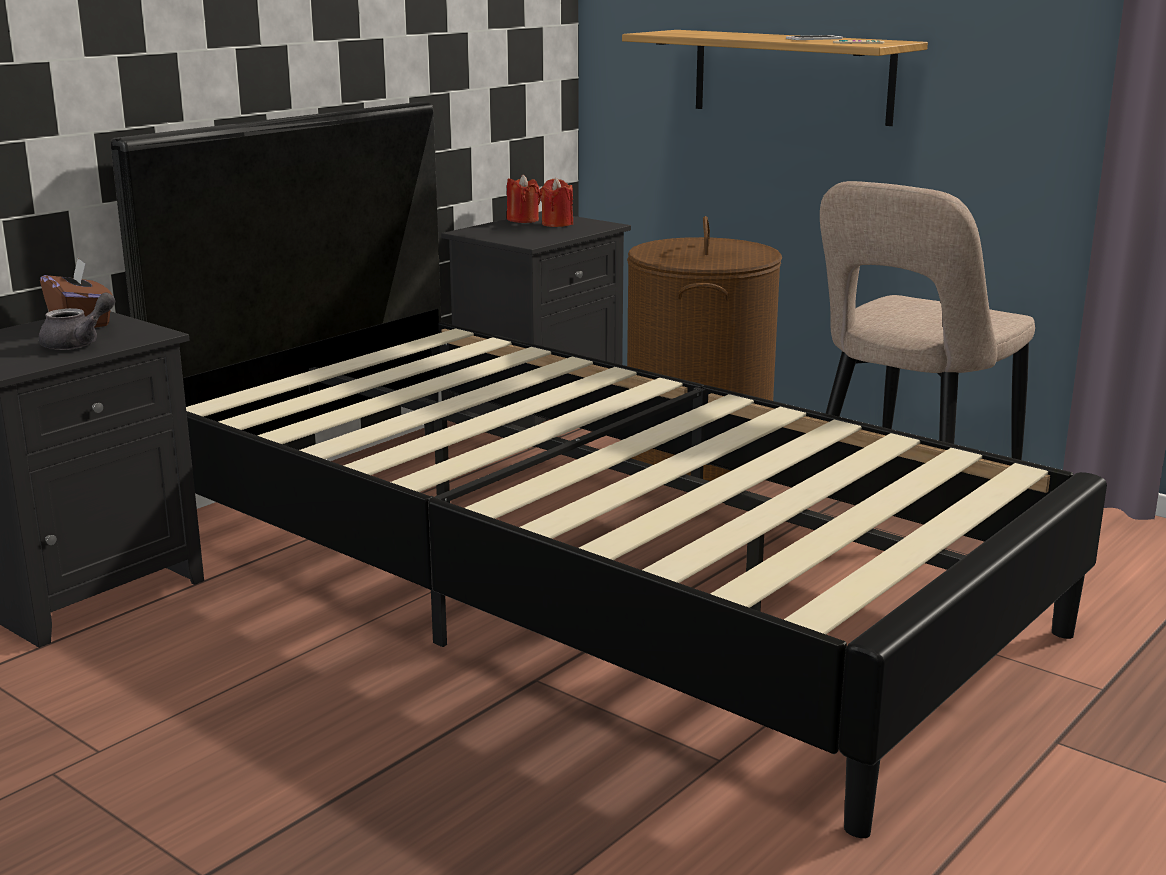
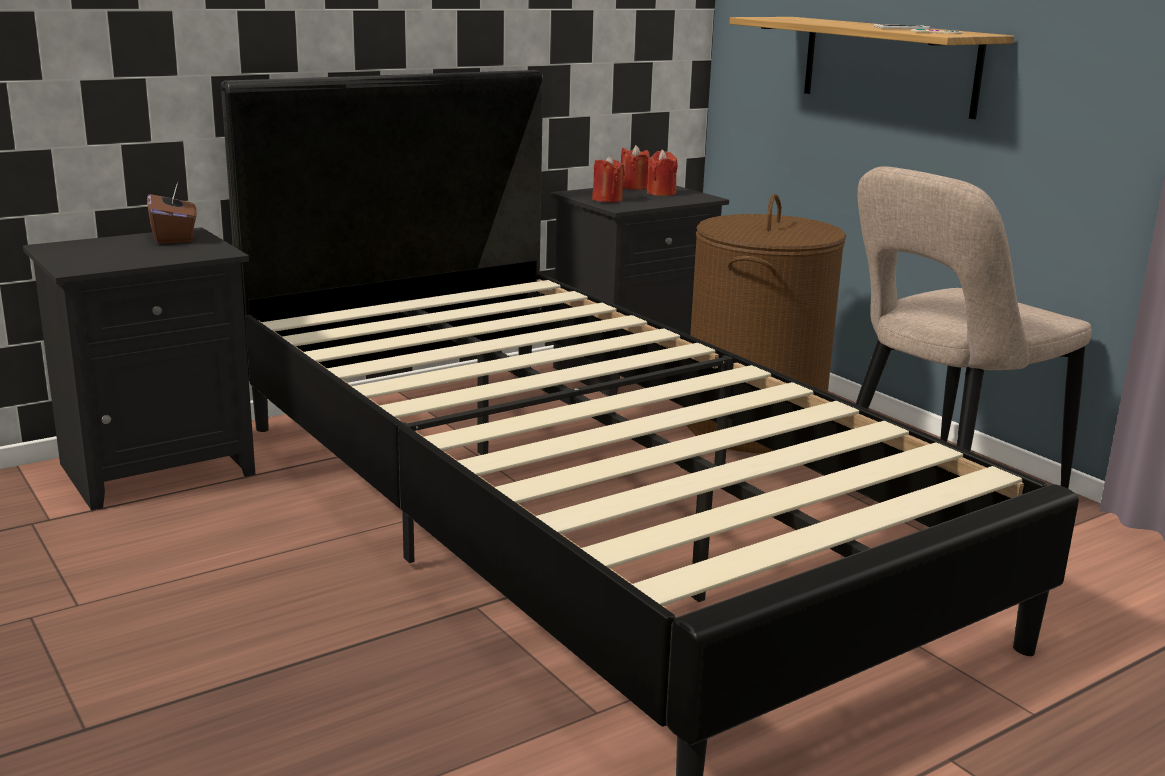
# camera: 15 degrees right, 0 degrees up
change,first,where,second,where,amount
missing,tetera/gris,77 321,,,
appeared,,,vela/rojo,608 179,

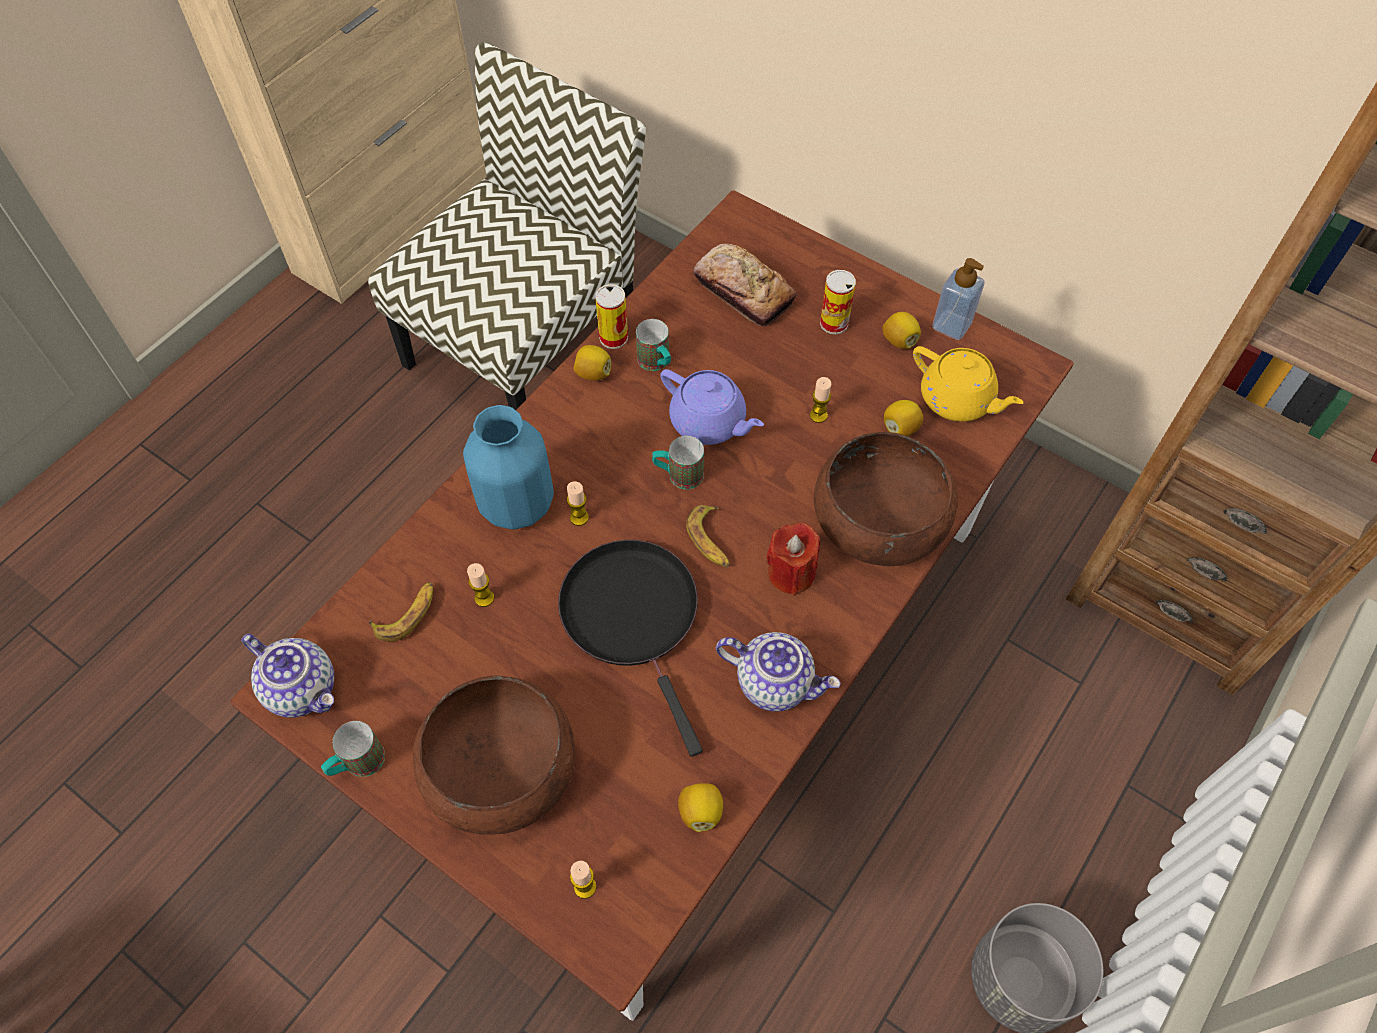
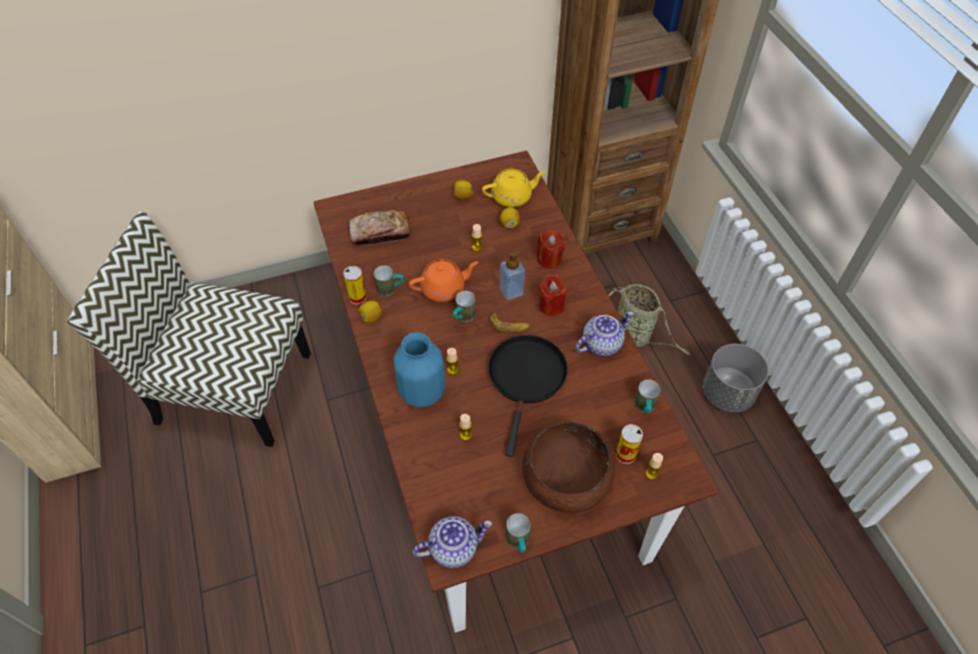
# camera: 55 degrees left, 5 degrees down
change,first,where,second,where,amount
spun,silla,507 226,,189 329,60 degrees counterclockwise
relocated,dispensador de jabón,958 299,,512 275,
relocated,lata,838 302,,629 444,
colour,tetera/morado,712 407,tetera/naranja,443 280,
exchanged,cuenco/marrón,886 499,vela/rojo,551 248,
spun,sartén/negro,630 648,,528 396,90 degrees clockwise
missing,plátano,401 612,,,
exchanged,limón,700 807,taza grande,647 396,
appeared,,,cesta,649 319,

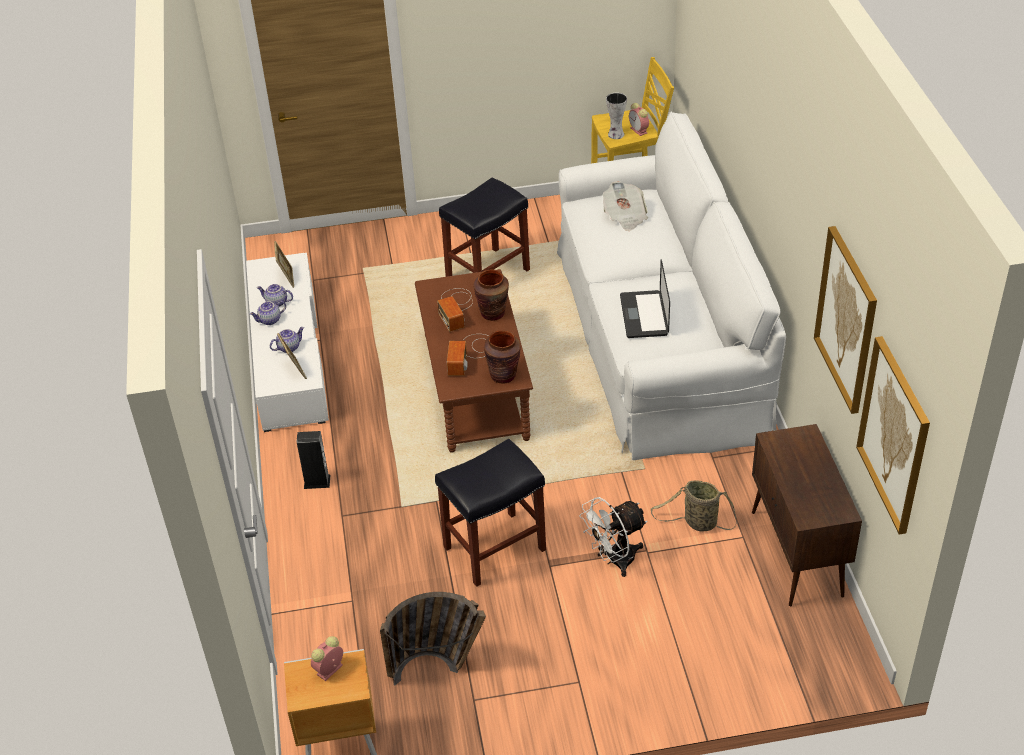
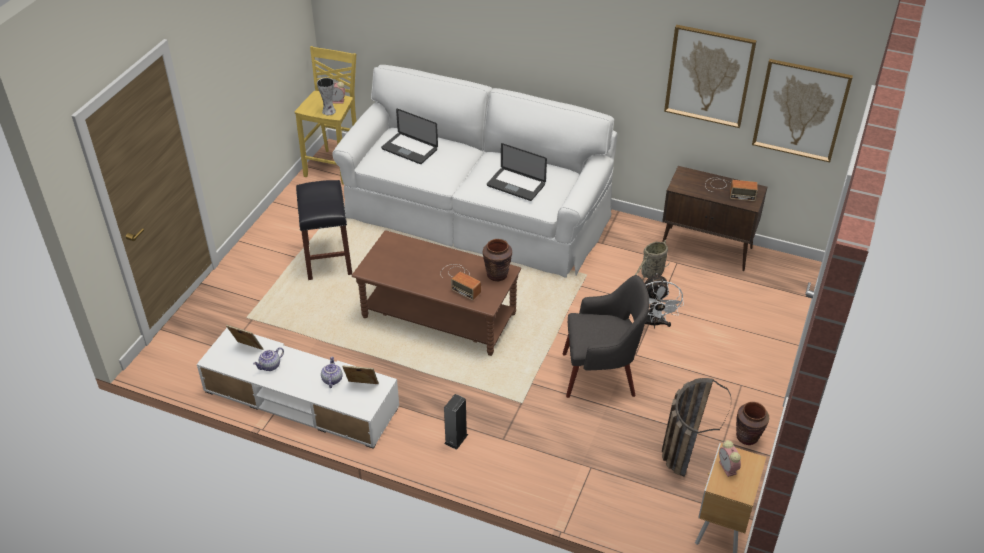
# camera: 60 degrees left, 0 degrees up
change,first,where,second,where,amount
exchanged,periódico,625 206,portátil,409 136,
relocated,florero/marrón,491 295,,752 423,
relocated,radio,455 310,,731 189,
missing,tetera,268 313,,,
exchanged,taburete/negro,490 513,sillón/gris,606 336,

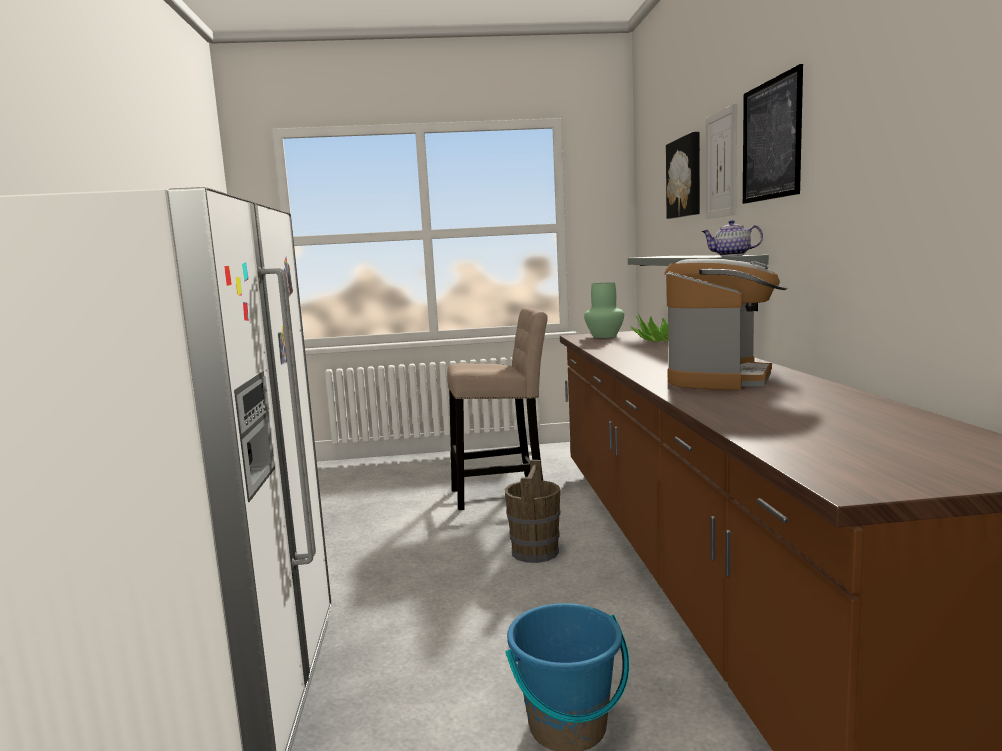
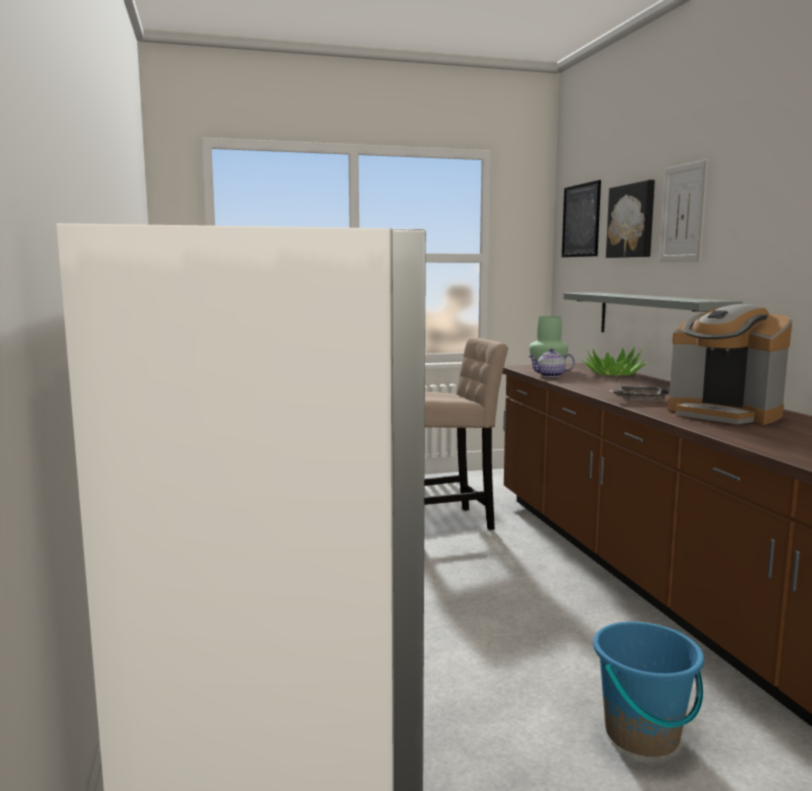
# camera: 10 degrees left, 0 degrees up
change,first,where,second,where,amount
relocated,cuadro,773 134,,581 218,
relocated,tetera,732 238,,552 363,
spun,cafetera,725 324,,730 364,120 degrees clockwise
missing,cubo/marrón,532 511,,,
appeared,,,bandeja/gris,639 393,

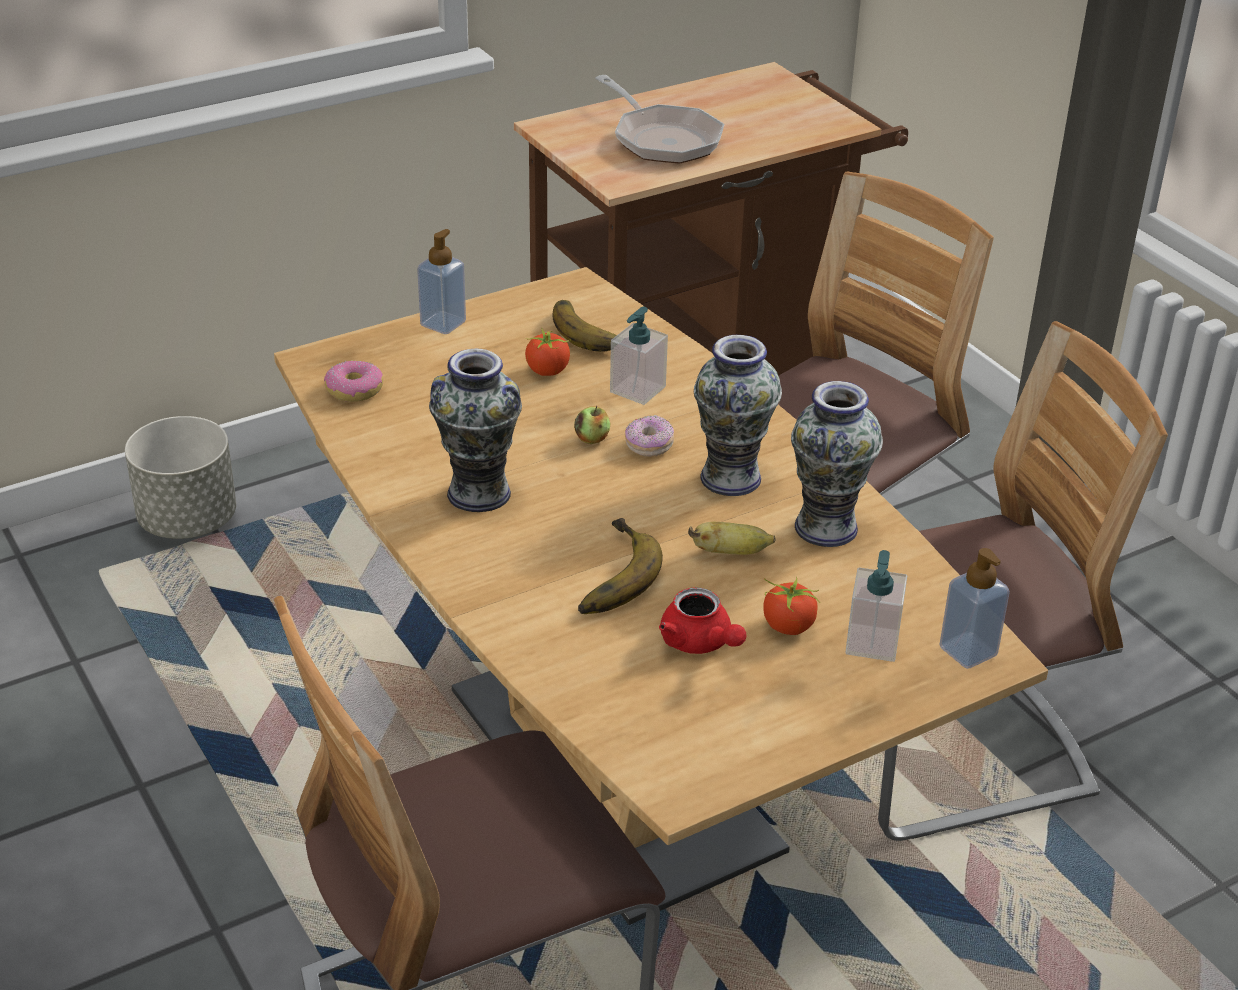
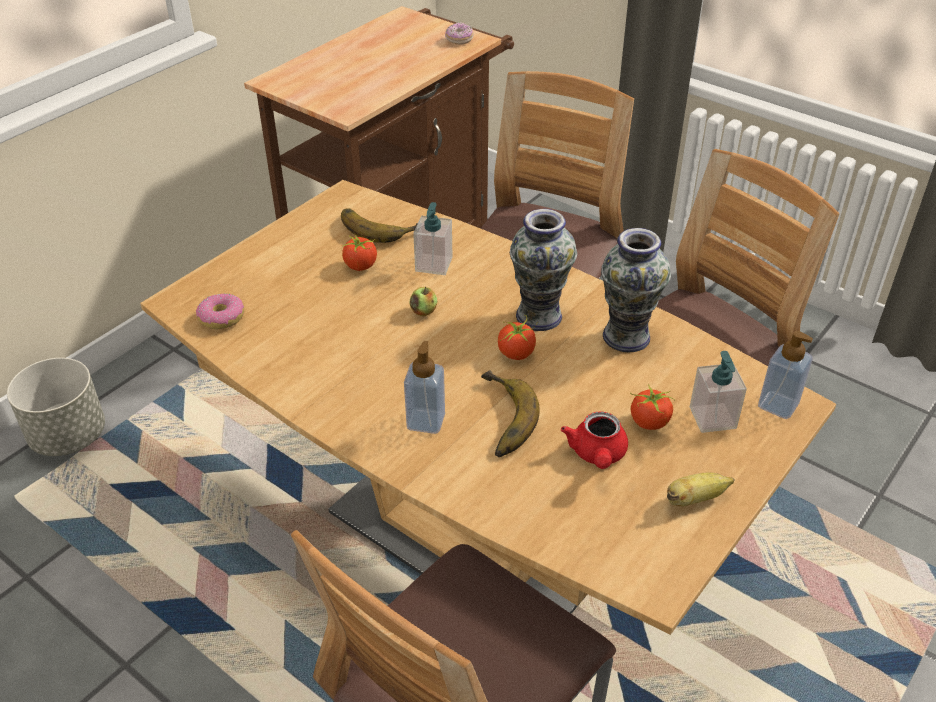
# camera: 20 degrees left, 5 degrees up
change,first,where,second,where,amount
missing,sartén,659 119,,,
relocated,dispensador de jabón,441 281,,424 387,
missing,florero,475 430,,,
relocated,rosquilla,649 436,,459 33,
relocated,plátano,732 538,,701 489,
spun,tetera/rojo,702 621,,594 440,60 degrees clockwise
appeared,,,tomate,518 337,

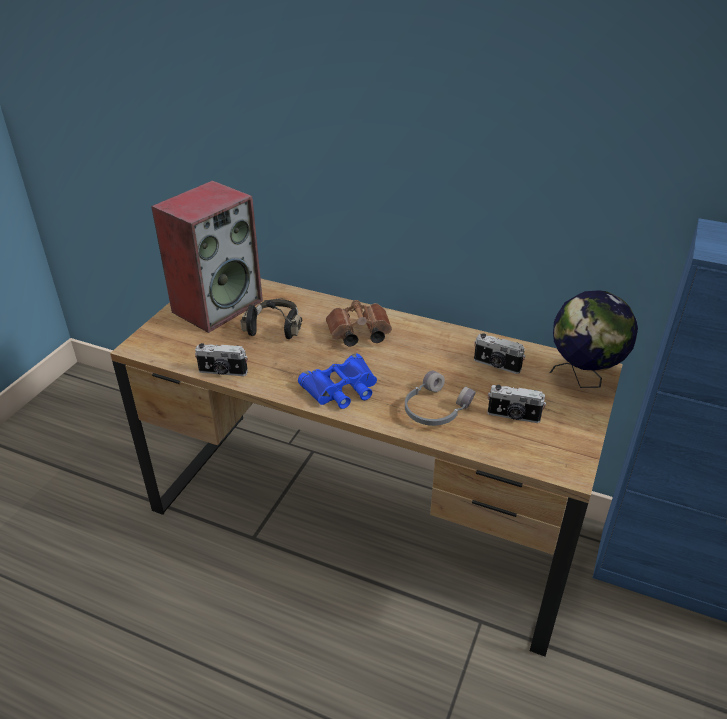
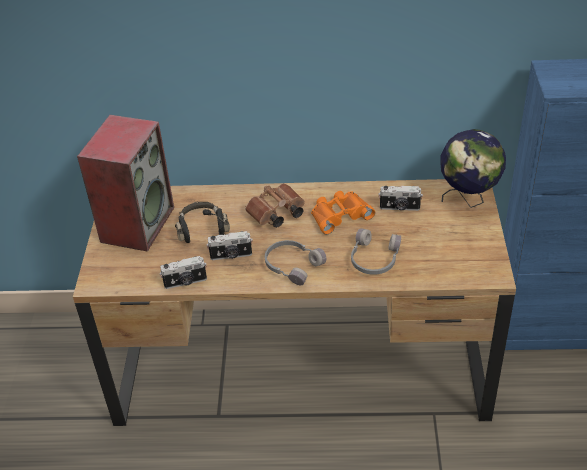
# camera: 20 degrees left, 5 degrees up
change,first,where,second,where,amount
exchanged,prismáticos/azul,337 381,auriculares/gris,295 262,
relocated,cámara,517 404,,230 245,
appeared,,,prismáticos/naranja,343 213,

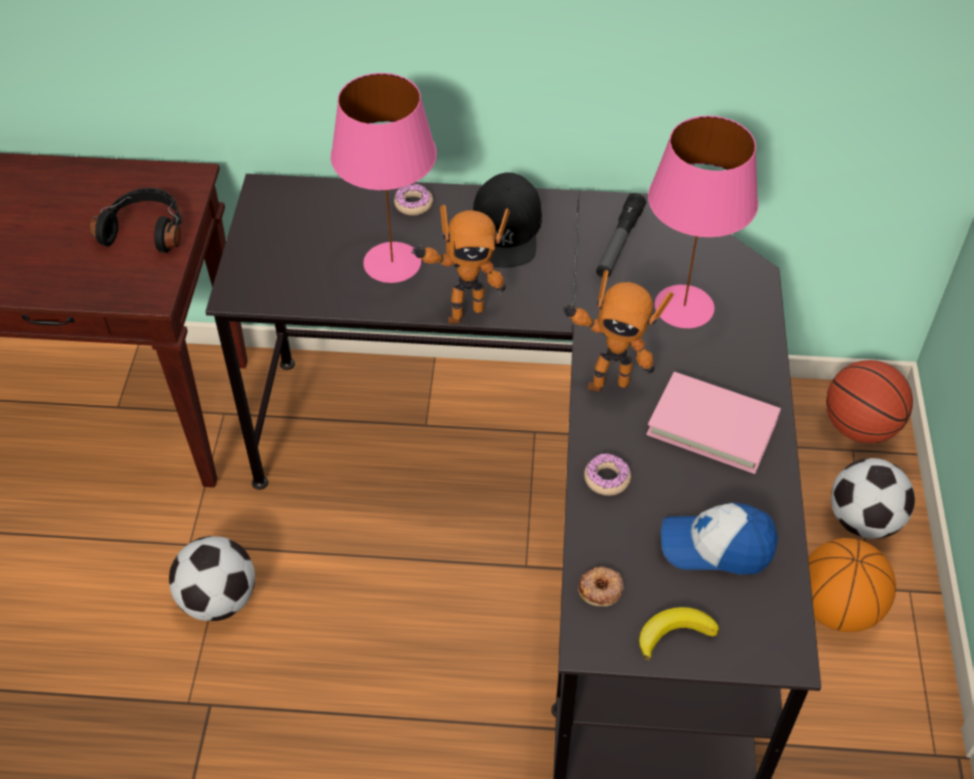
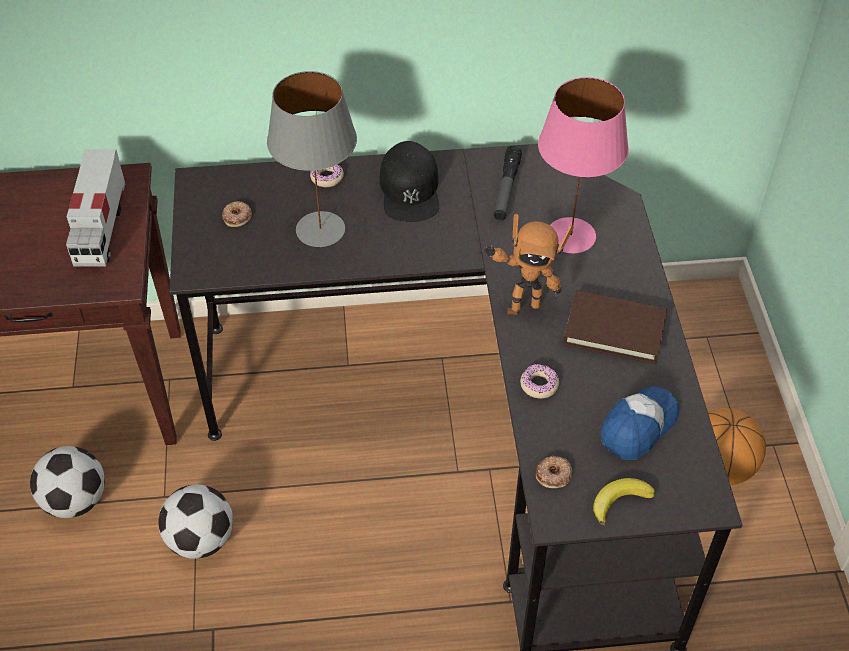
# camera: 10 degrees left, 0 degrees up
change,first,where,second,where,amount
colour,lámpara de mesa/rosa,384 178,lámpara de mesa/gris,312 159,
exchanged,auriculares/negro,135 220,camión de juguete,95 208,
missing,robot de juguete,460 264,,,
missing,balón de baloncesto,869 401,,,
colour,libro/rosa,713 423,libro/marrón,615 327,
relocated,balón de fútbol,873 498,,67 482,
spun,gorra,719 539,,640 423,135 degrees clockwise
appeared,,,rosquilla,237 214,

